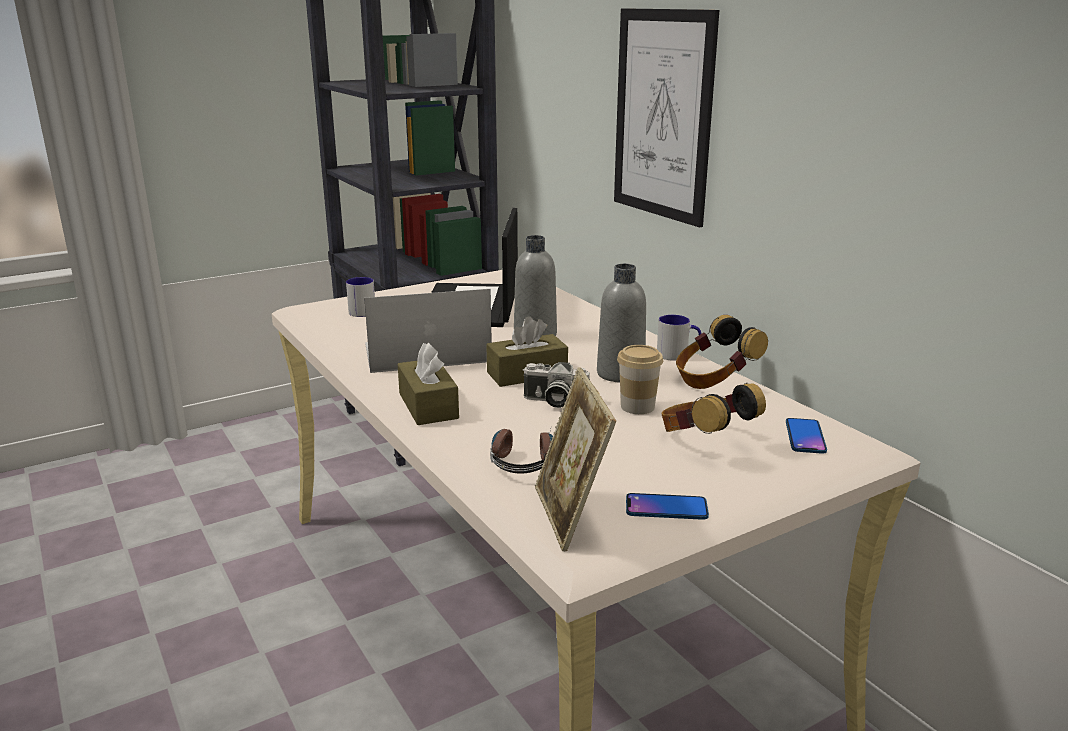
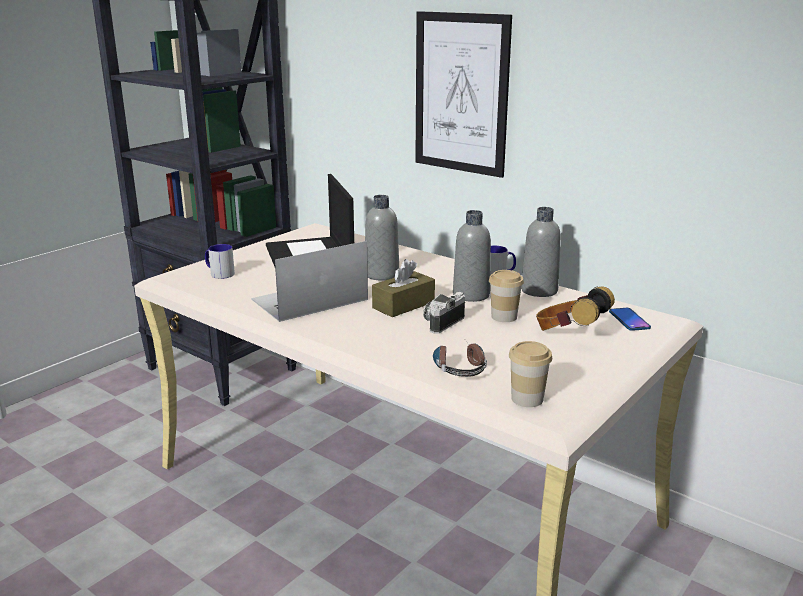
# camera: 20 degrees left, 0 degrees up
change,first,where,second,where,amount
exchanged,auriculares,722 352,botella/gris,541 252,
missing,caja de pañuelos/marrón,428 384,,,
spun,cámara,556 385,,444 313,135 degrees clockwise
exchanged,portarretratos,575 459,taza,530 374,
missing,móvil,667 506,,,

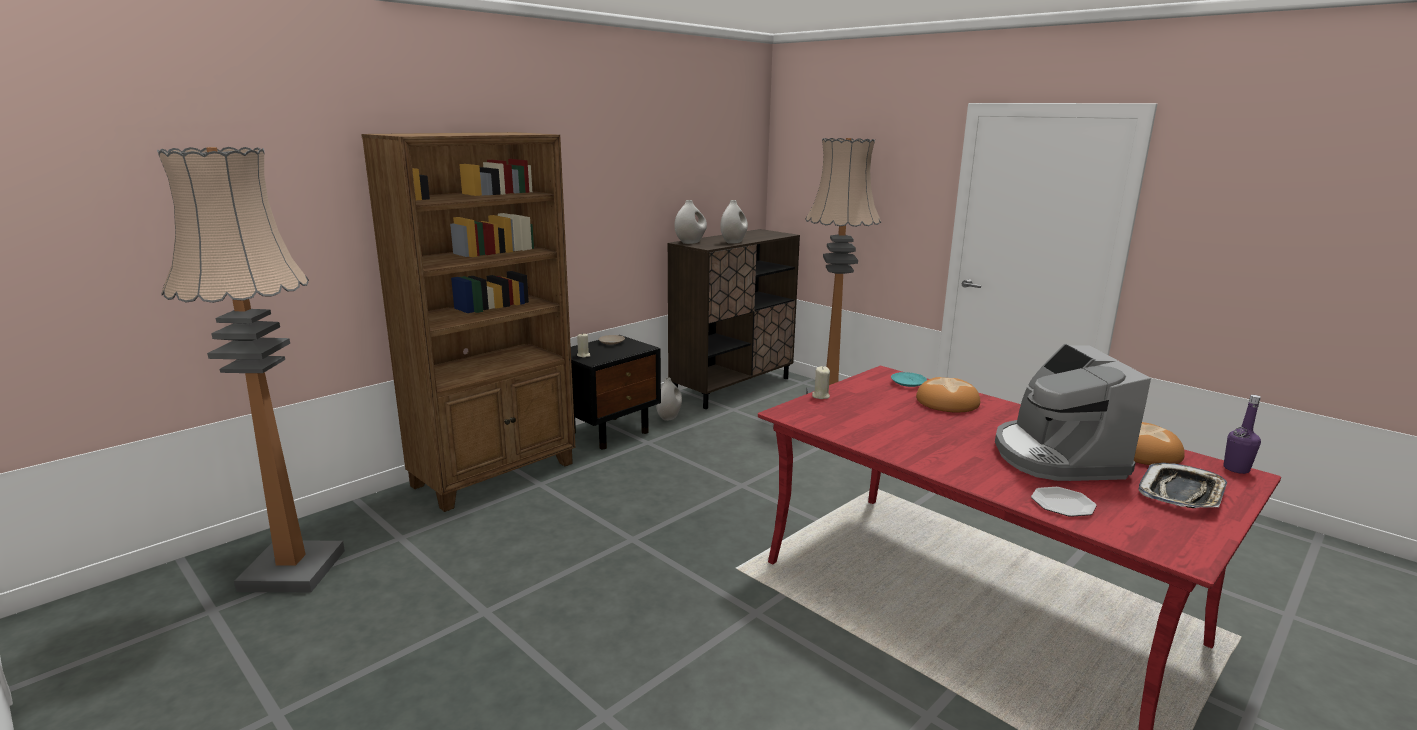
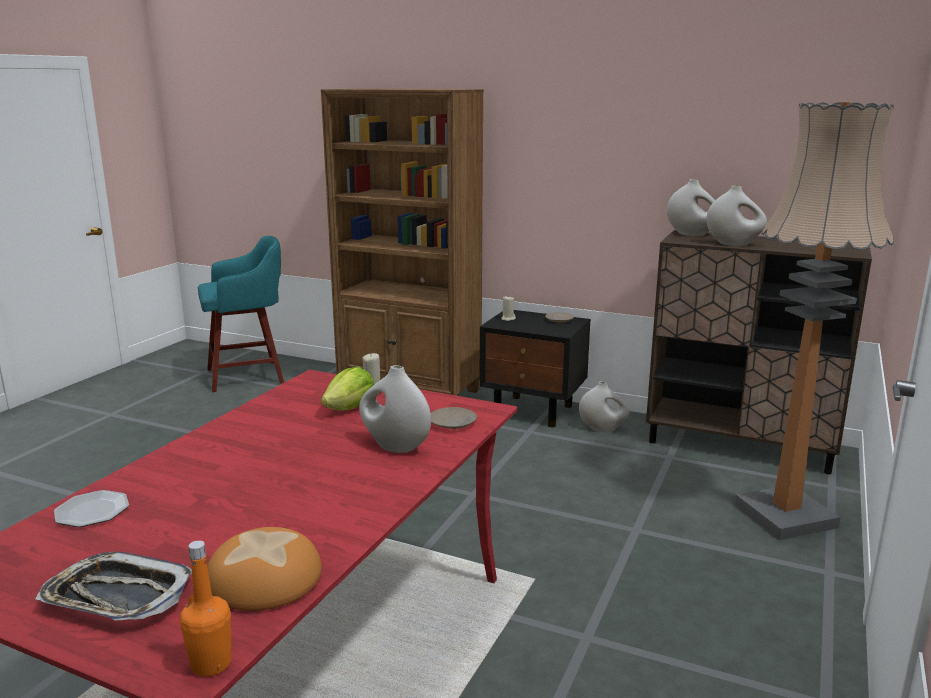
# camera: 70 degrees right, 0 degrees up
change,first,where,second,where,amount
exchanged,lámpara de pie,251 369,taburete/turquesa,241 314,
missing,cafetera,1073 412,,,
colour,plato/turquesa,909 379,plato/beis,454 418,
exchanged,pan,948 395,florero/blanco,395 409,
colour,botella/morado,1242 434,botella/naranja,205 608,
appeared,,,lechuga,347 389,

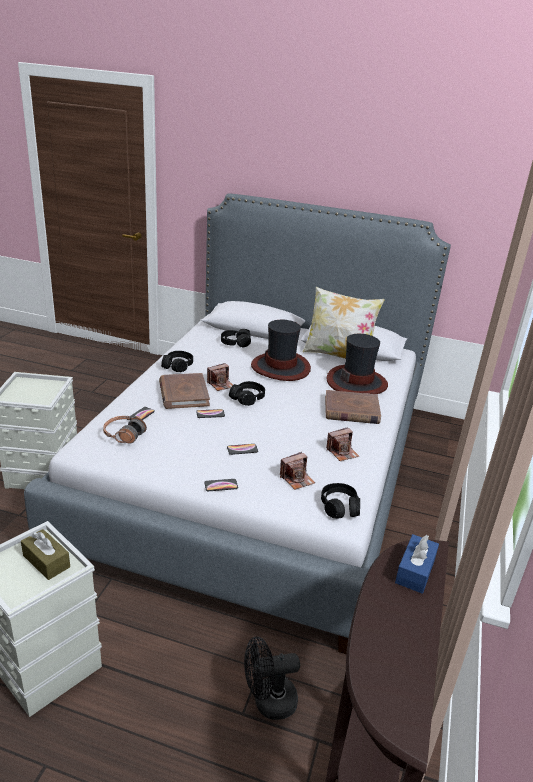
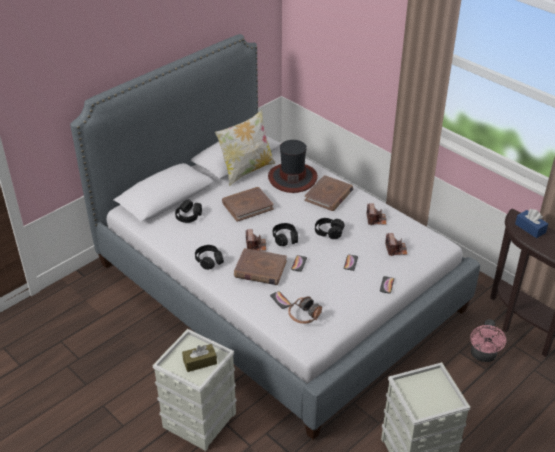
# camera: 60 degrees left, 10 degrees up
change,first,where,second,where,amount
exchanged,sombrero,281 350,libro/marrón,248 204,
relocated,auriculares/negro,340 501,,330 228,
relocated,caja de pañuelos/marrón,45 554,,199 358,
colour,ventilador/negro,272 678,ventilador/rosa,488 340,

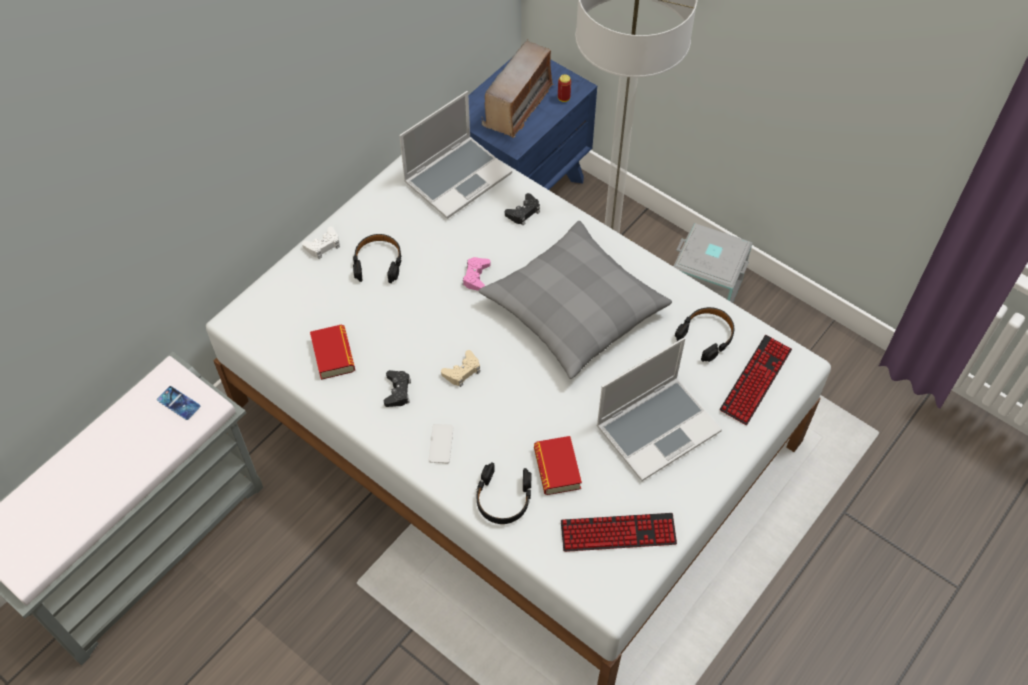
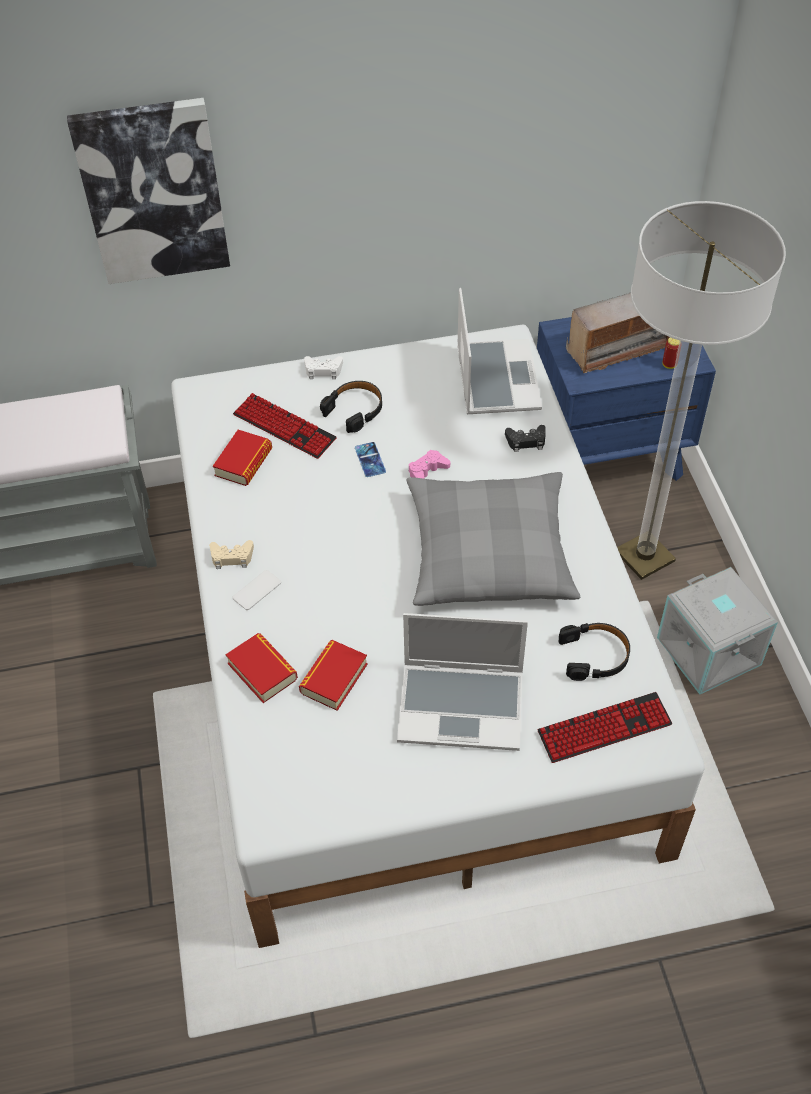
# camera: 40 degrees right, 5 degrees down
change,first,where,second,where,amount
spun,portátil,455 155,,499 351,90 degrees counterclockwise
relocated,mando de consola/beis,460 368,,231 554,
missing,mando de consola/negro,397 388,,,
relocated,móvil,179 403,,370 459,
exchanged,auriculares/negro,503 493,libro,262 668,
relocated,teclado,619 532,,285 426,
appeared,,,cuadro,148 191,

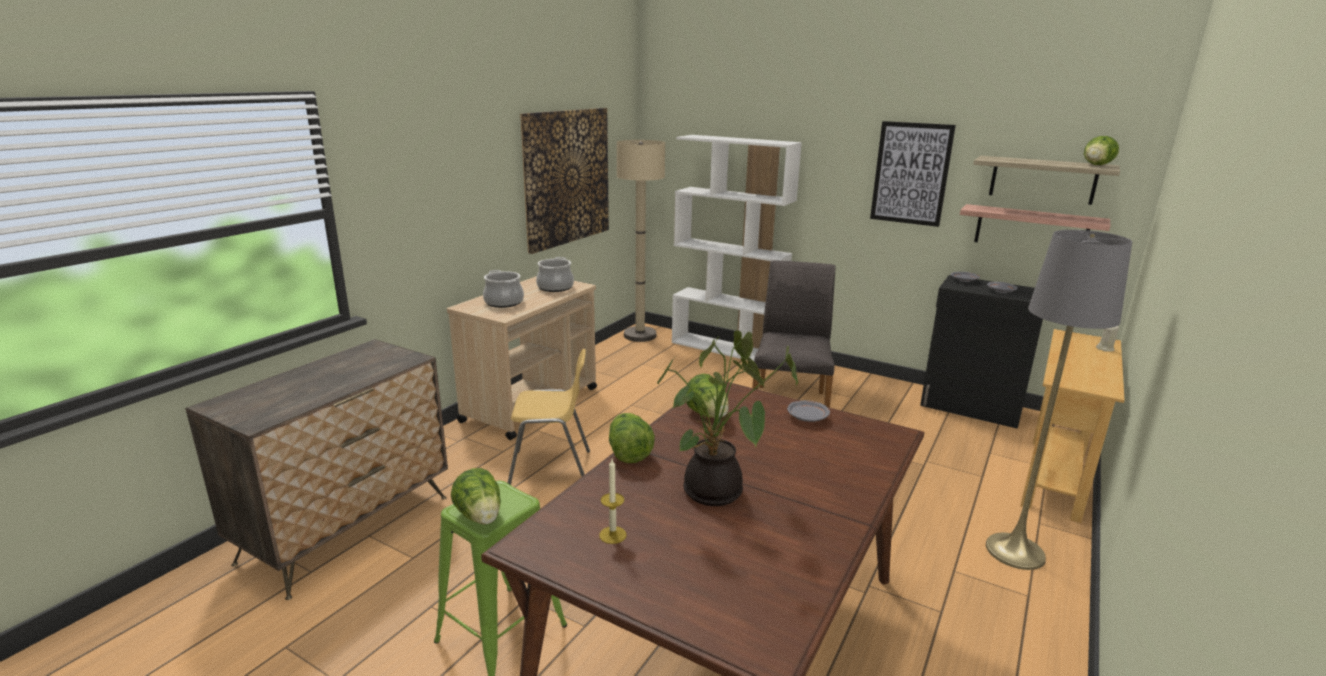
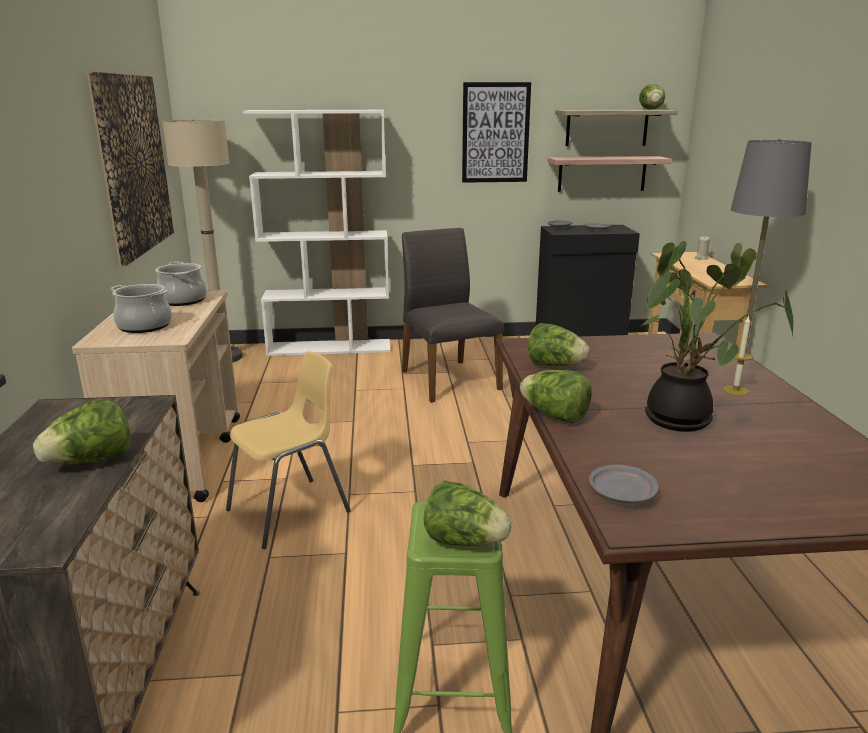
# camera: 35 degrees left, 0 degrees up
change,first,where,second,where,amount
relocated,plato/gris,808 411,,624 483,
relocated,vela,613 501,,738 355,
appeared,,,lechuga,82 432,

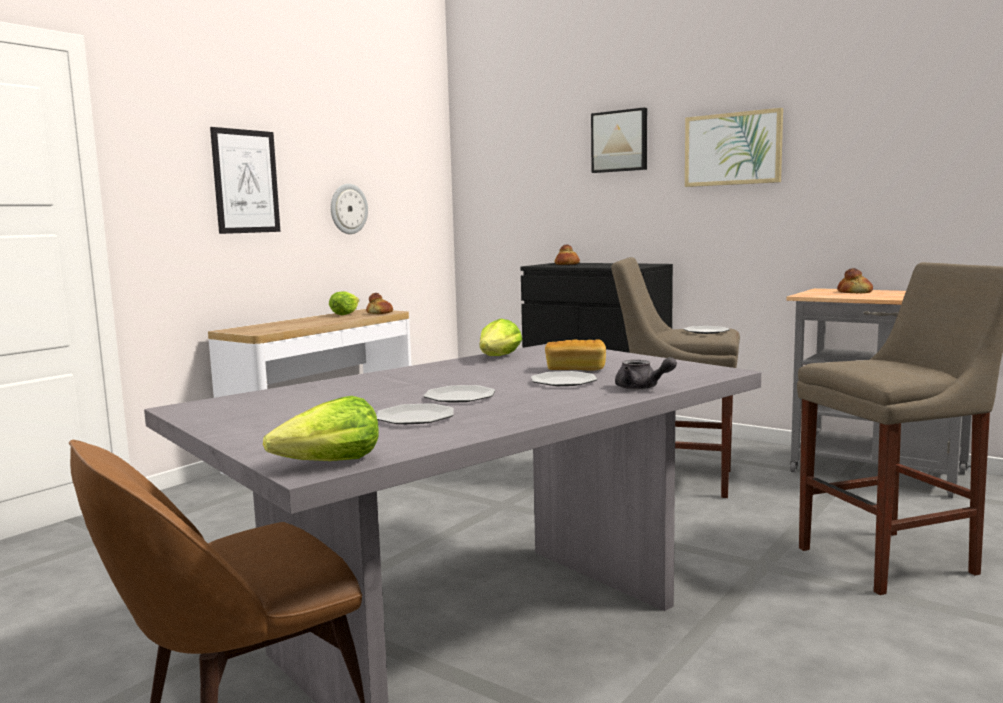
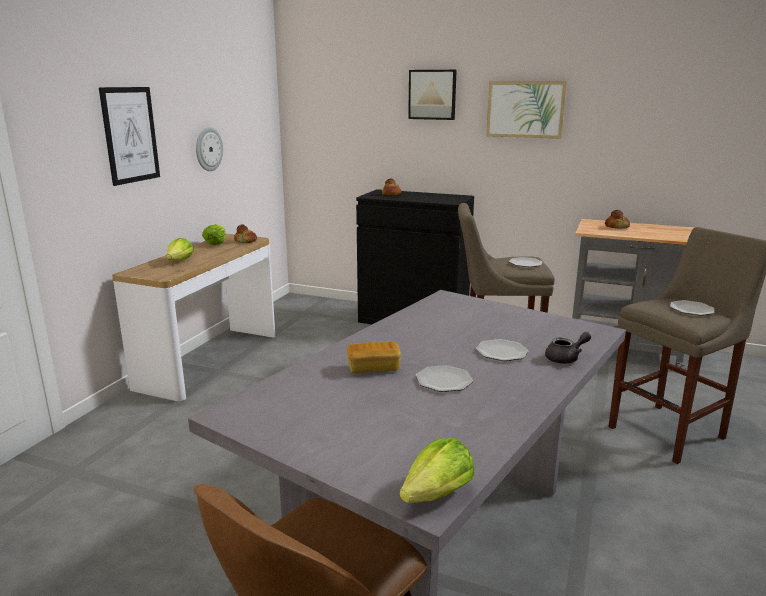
# camera: 15 degrees left, 10 degrees up
change,first,where,second,where,amount
relocated,lechuga,500 337,,180 249,
relocated,pan,575 355,,374 357,
spun,tetera/gris,646 373,,568 348,45 degrees counterclockwise
relocated,plato,415 413,,692 308,

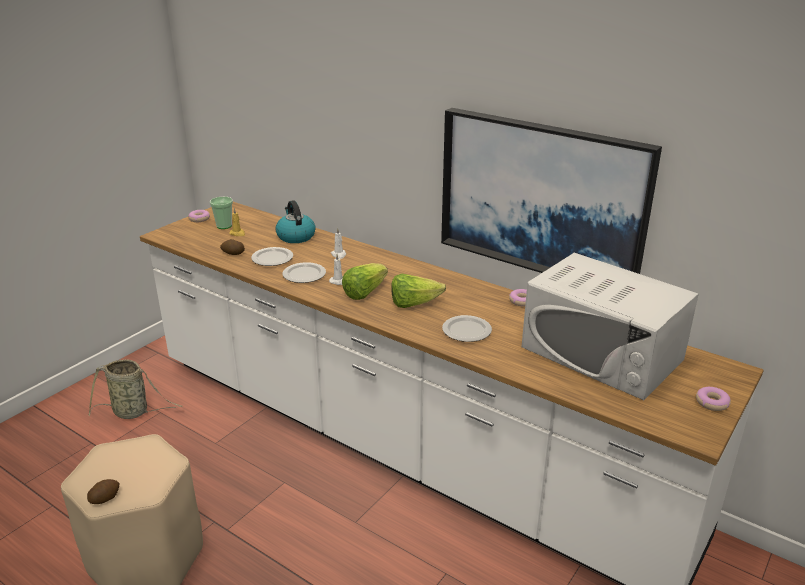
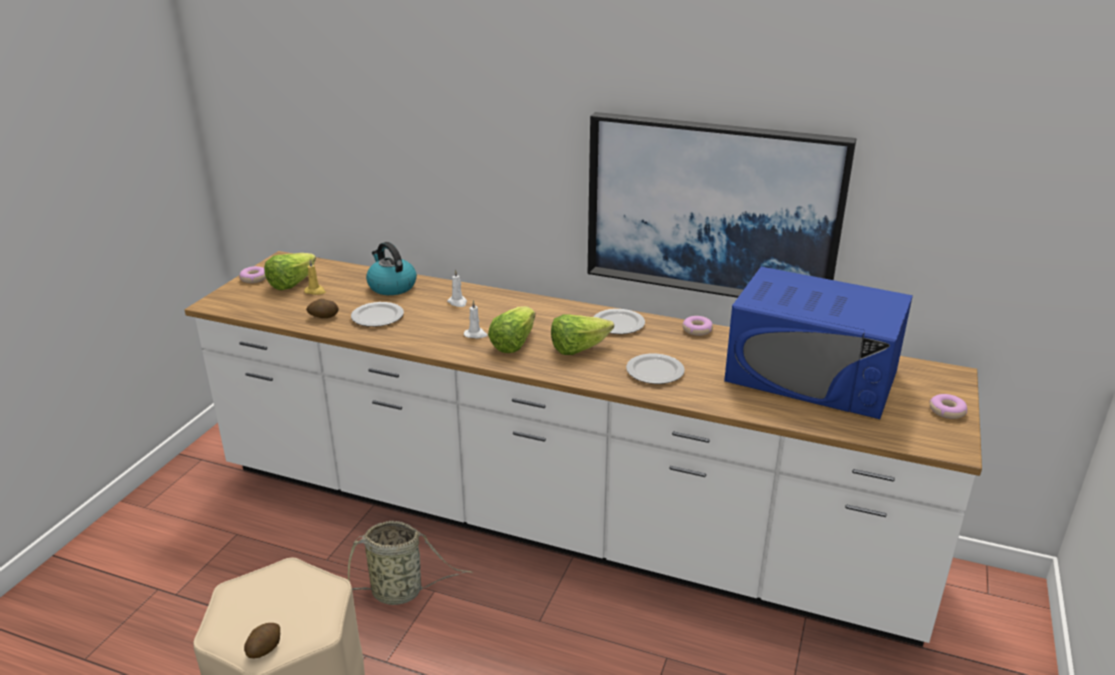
# camera: 15 degrees left, 0 degrees up
change,first,where,second,where,amount
exchanged,taza,221 213,lechuga,290 271,
colour,microondas/blanco,610 326,microondas/azul,818 343,
relocated,plato,304 272,,619 321,
relocated,cesta,136 389,,410 563,

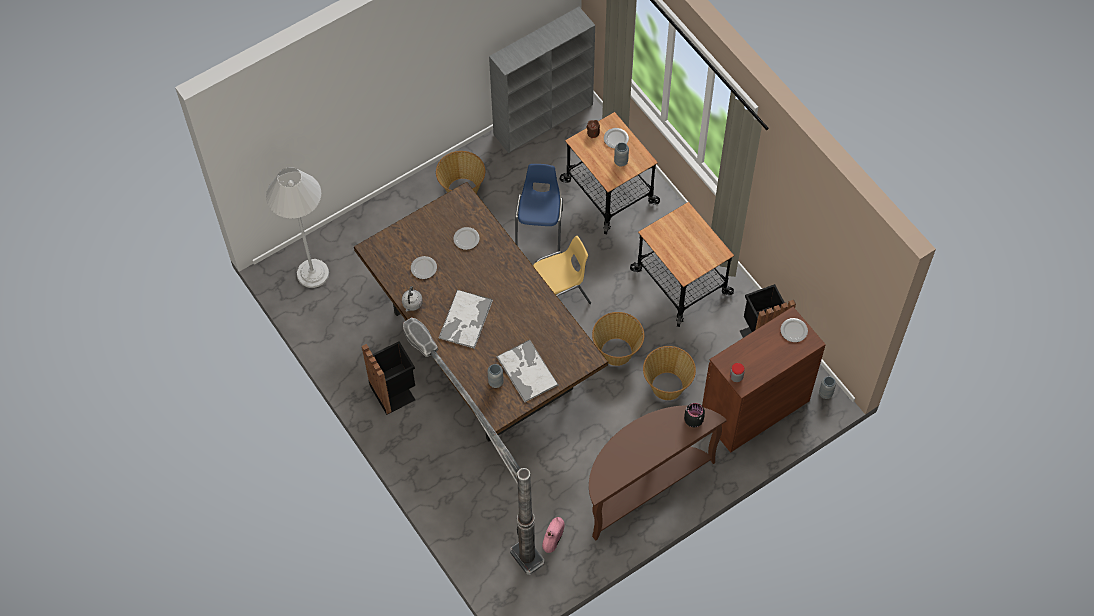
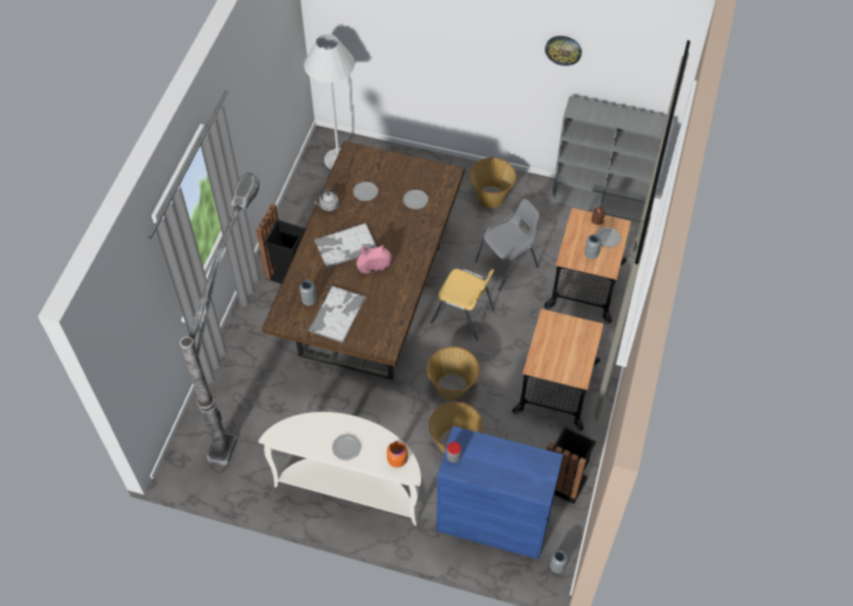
# camera: 50 degrees right, 5 degrees down
change,first,where,second,where,amount
colour,silla/azul,539 207,silla/gris,507 244,
colour,armario/marrón,764 380,armario/azul,499 492,
relocated,plato,794 330,,346 447,
colour,tarro/negro,694 415,tarro/naranja,397 454,
colour,mesa consola/marrón,658 473,mesa consola/blanco,339 469,
relocated,florero/rosa,553 535,,374 259,
appeared,,,reloj de pared,563 51,

